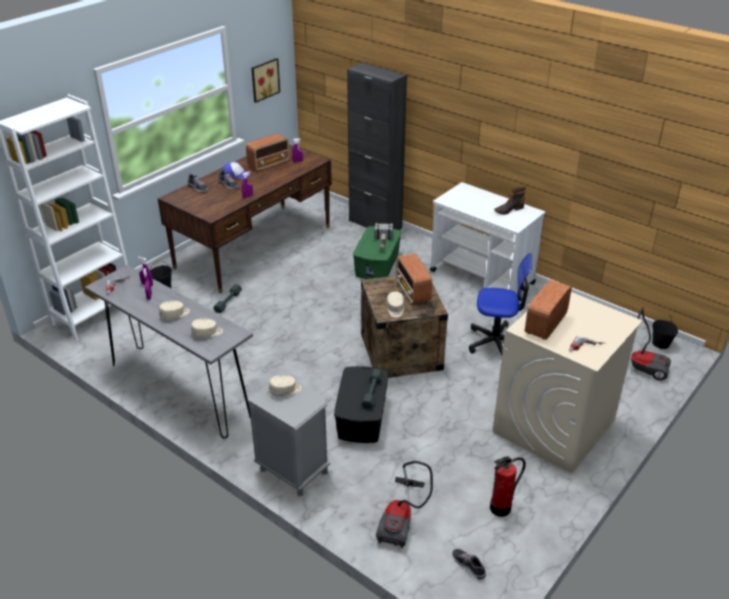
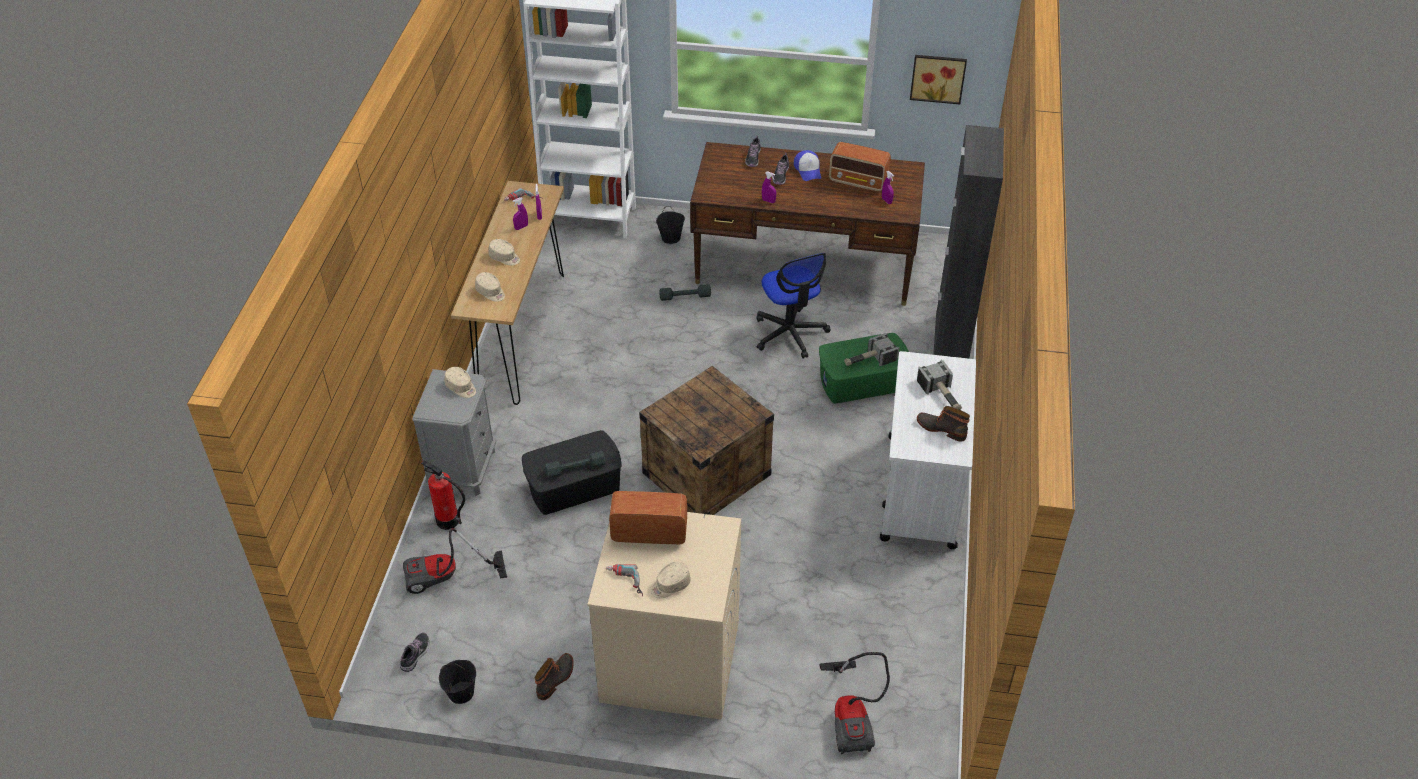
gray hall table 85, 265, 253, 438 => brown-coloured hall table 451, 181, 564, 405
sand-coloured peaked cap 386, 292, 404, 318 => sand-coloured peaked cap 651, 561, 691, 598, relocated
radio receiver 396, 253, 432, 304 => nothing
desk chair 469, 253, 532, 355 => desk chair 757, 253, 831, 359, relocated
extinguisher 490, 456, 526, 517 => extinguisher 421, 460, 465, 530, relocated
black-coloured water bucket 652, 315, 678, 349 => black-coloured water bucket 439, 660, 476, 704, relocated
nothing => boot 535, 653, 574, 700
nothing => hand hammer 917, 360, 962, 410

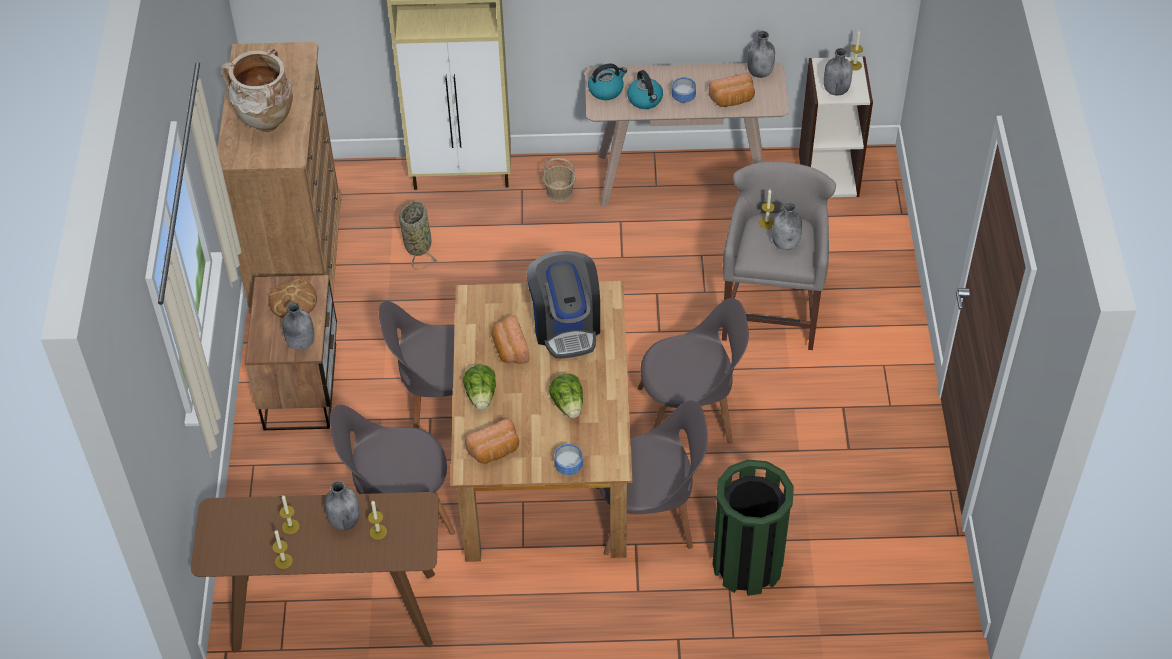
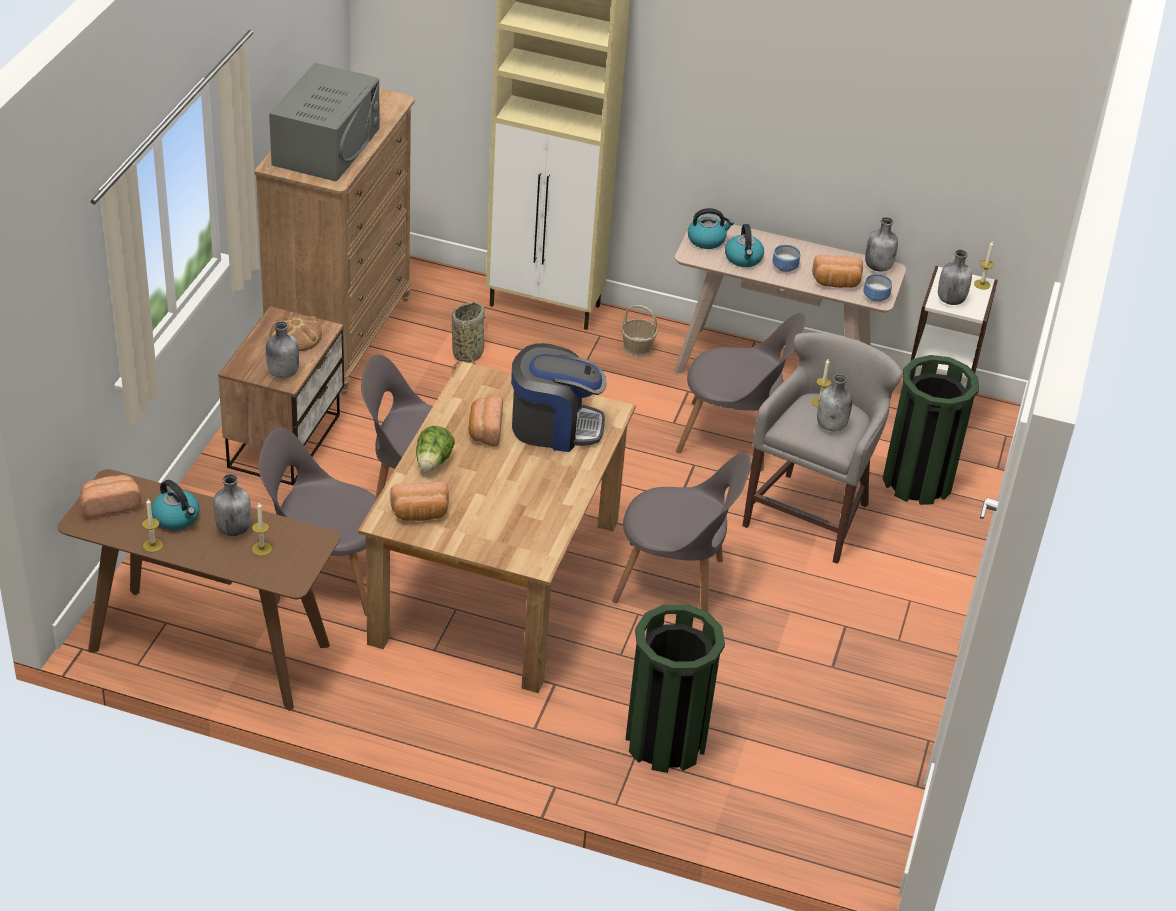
sand-coloured vase 221, 49, 293, 132 => gray microwave oven 269, 63, 379, 181
wax light 280, 495, 300, 534 => kettle 151, 480, 199, 530
coffee maker 526, 251, 600, 358 => coffee maker 511, 343, 607, 452, 90 degrees counterclockwise
lettuce head 549, 373, 583, 418 => nothing
deep dish 554, 444, 583, 475 => deep dish 863, 274, 892, 302, relocated
gray chair 597, 400, 708, 555 => gray chair 676, 313, 806, 471, relocated
nothing => bakery bread 80, 475, 142, 518
nothing => green waste bin 883, 355, 979, 505

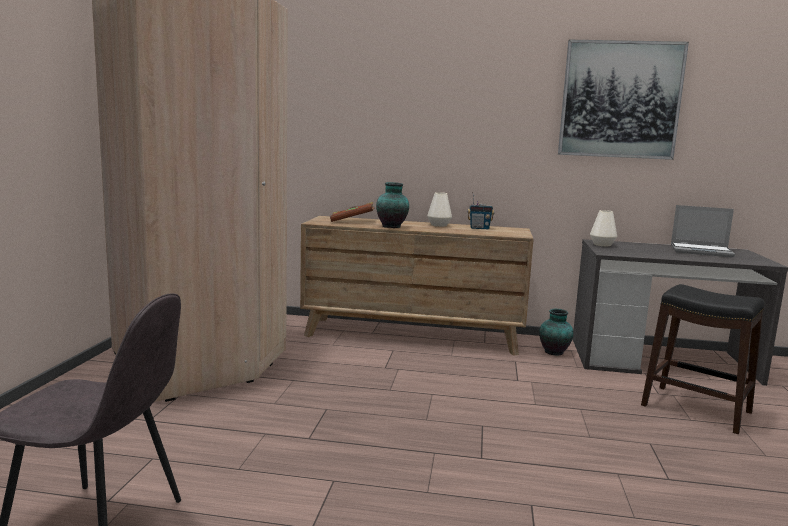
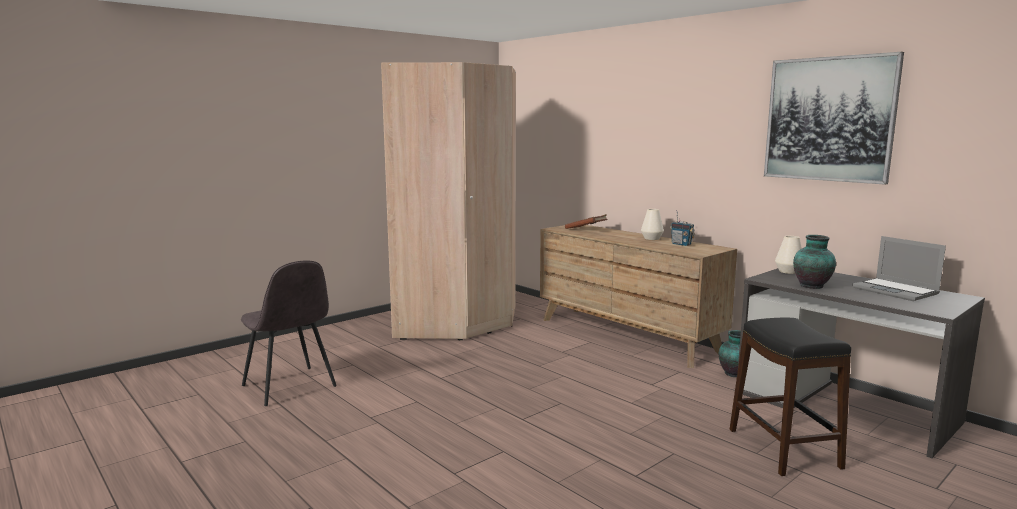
vase 376, 182, 409, 228 => vase 793, 235, 836, 289, relocated

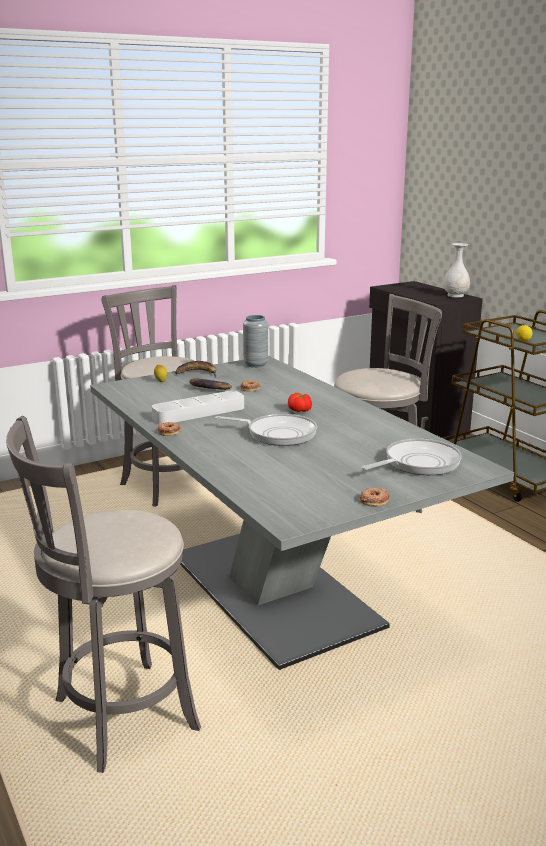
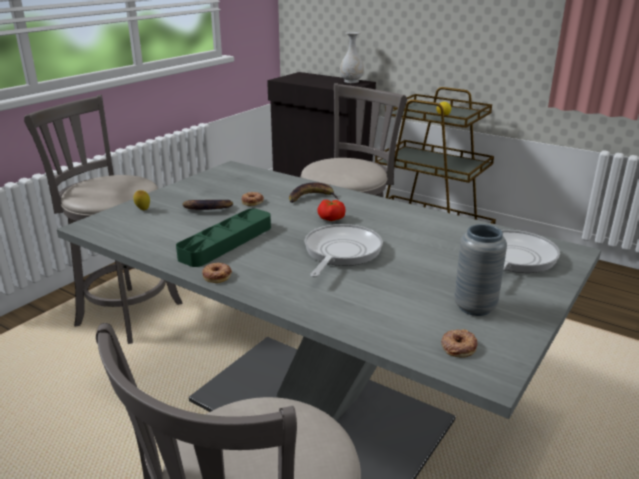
gray tray 152, 391, 244, 424 => green tray 176, 208, 271, 267
banana 175, 361, 216, 377 => banana 289, 182, 340, 203, relocated
skillet 215, 414, 317, 446 => skillet 304, 224, 383, 277, 60 degrees counterclockwise
gray vase 243, 315, 268, 368 => gray vase 454, 224, 507, 316, relocated
doughnut 360, 487, 390, 506 => doughnut 441, 329, 478, 358, relocated

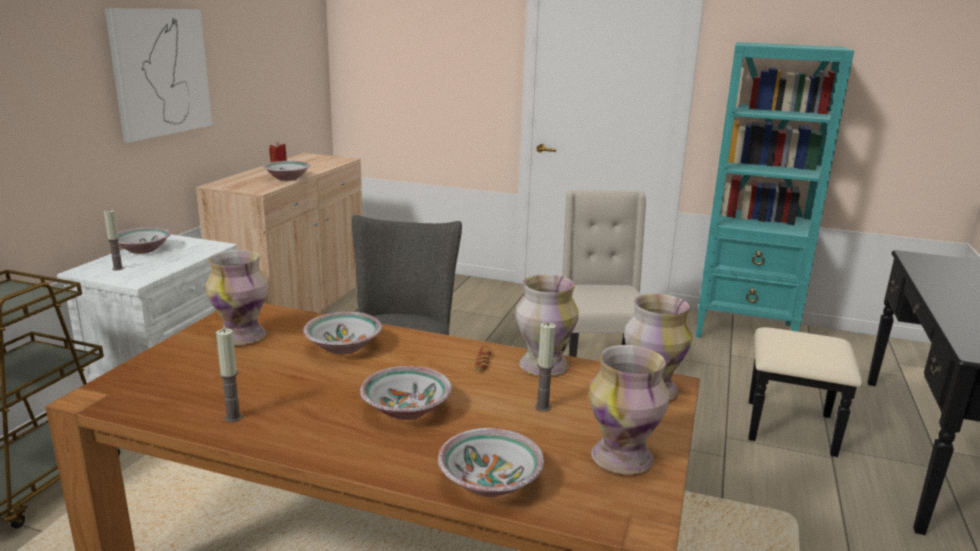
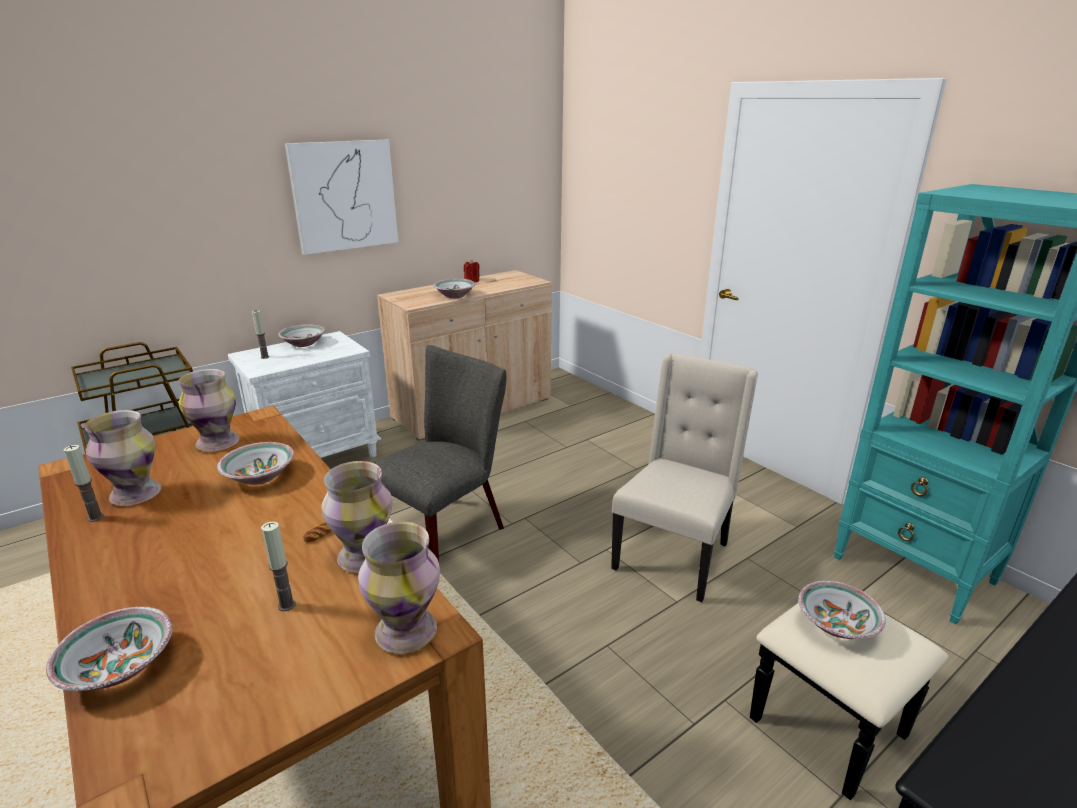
deep dish 360, 366, 452, 420 => deep dish 798, 581, 886, 639, relocated
vase 589, 345, 669, 474 => vase 84, 410, 162, 506, relocated

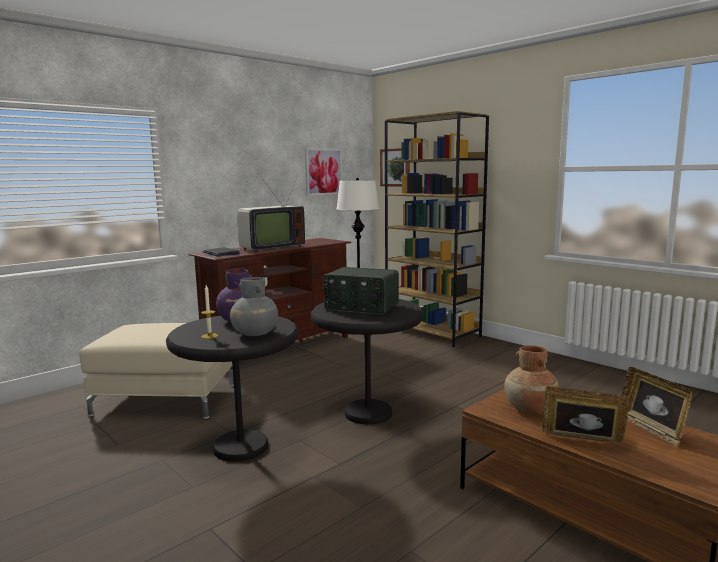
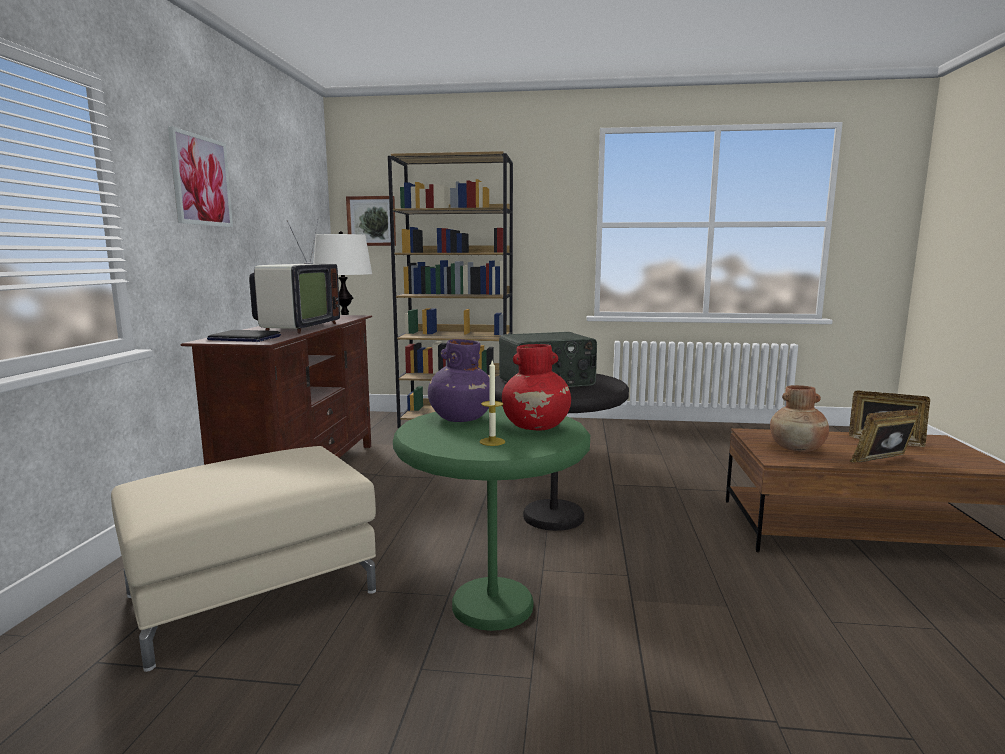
black-coloured side table 166, 316, 299, 462 => green side table 393, 406, 590, 631
gray vase 230, 277, 278, 336 => red vase 502, 344, 571, 430
wall art 305, 148, 342, 196 => wall art 168, 126, 233, 227, relocated

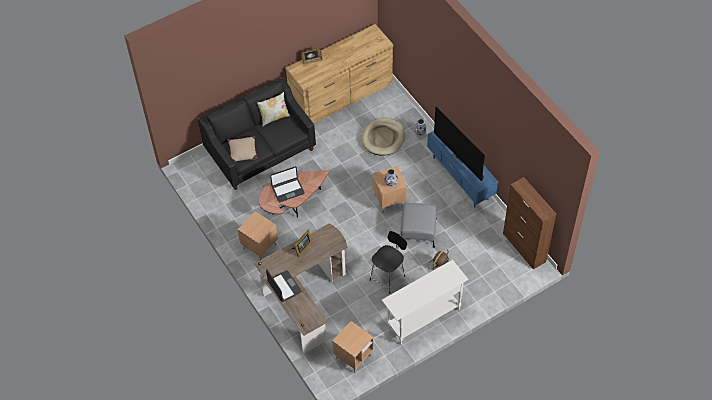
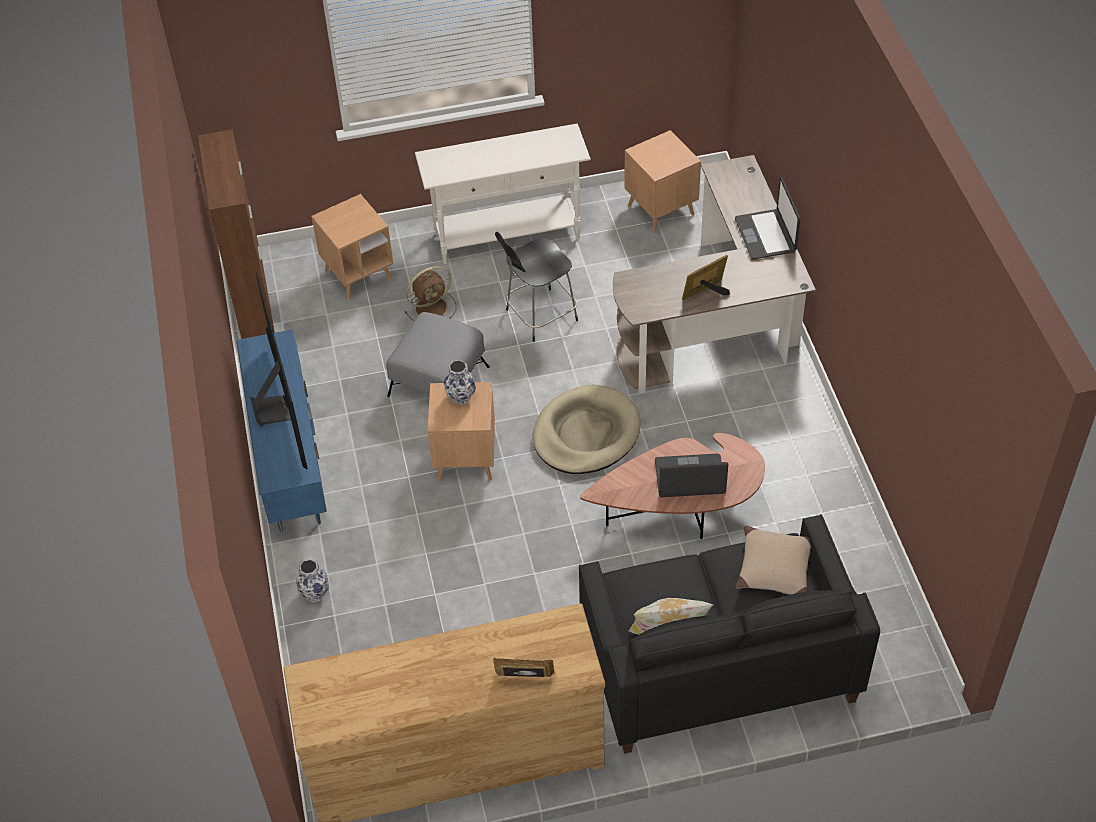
brown-coloured side table 238, 211, 278, 260 => brown-coloured side table 311, 194, 393, 300, relocated
sand-coloured pet bed 361, 118, 405, 156 => sand-coloured pet bed 533, 385, 640, 474, relocated

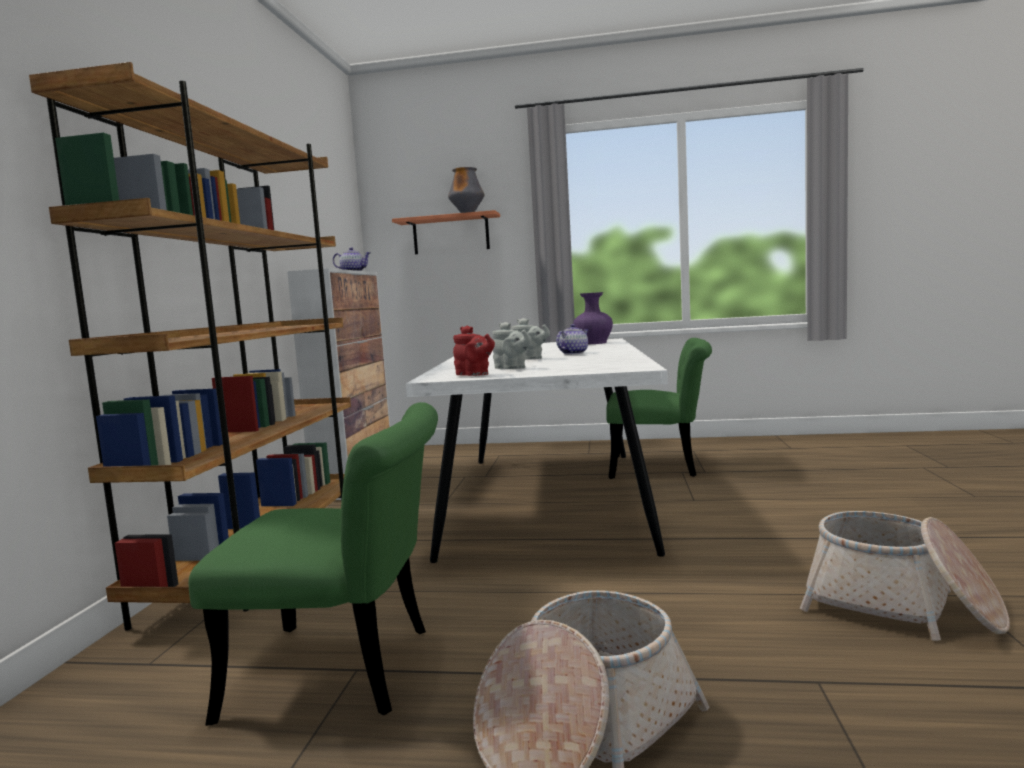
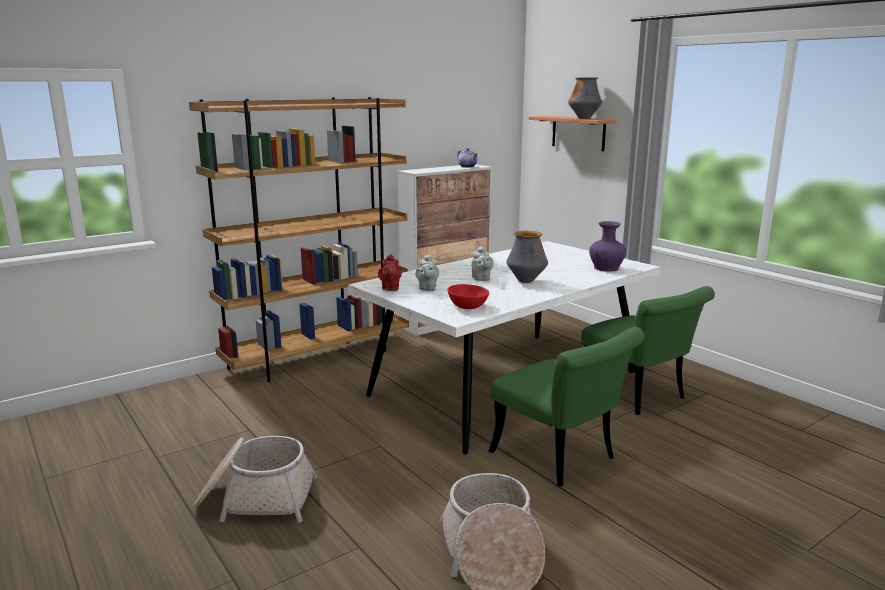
green chair 189, 402, 438, 726 => green chair 488, 327, 645, 486, relocated
pot for tea 556, 324, 588, 354 => vase 506, 231, 548, 283
nothing => red deep dish 448, 284, 489, 309

